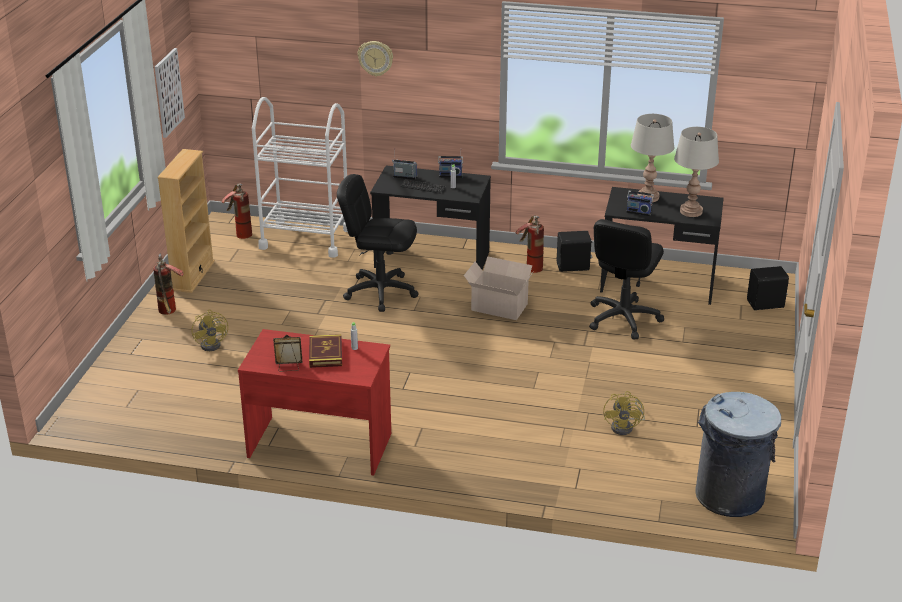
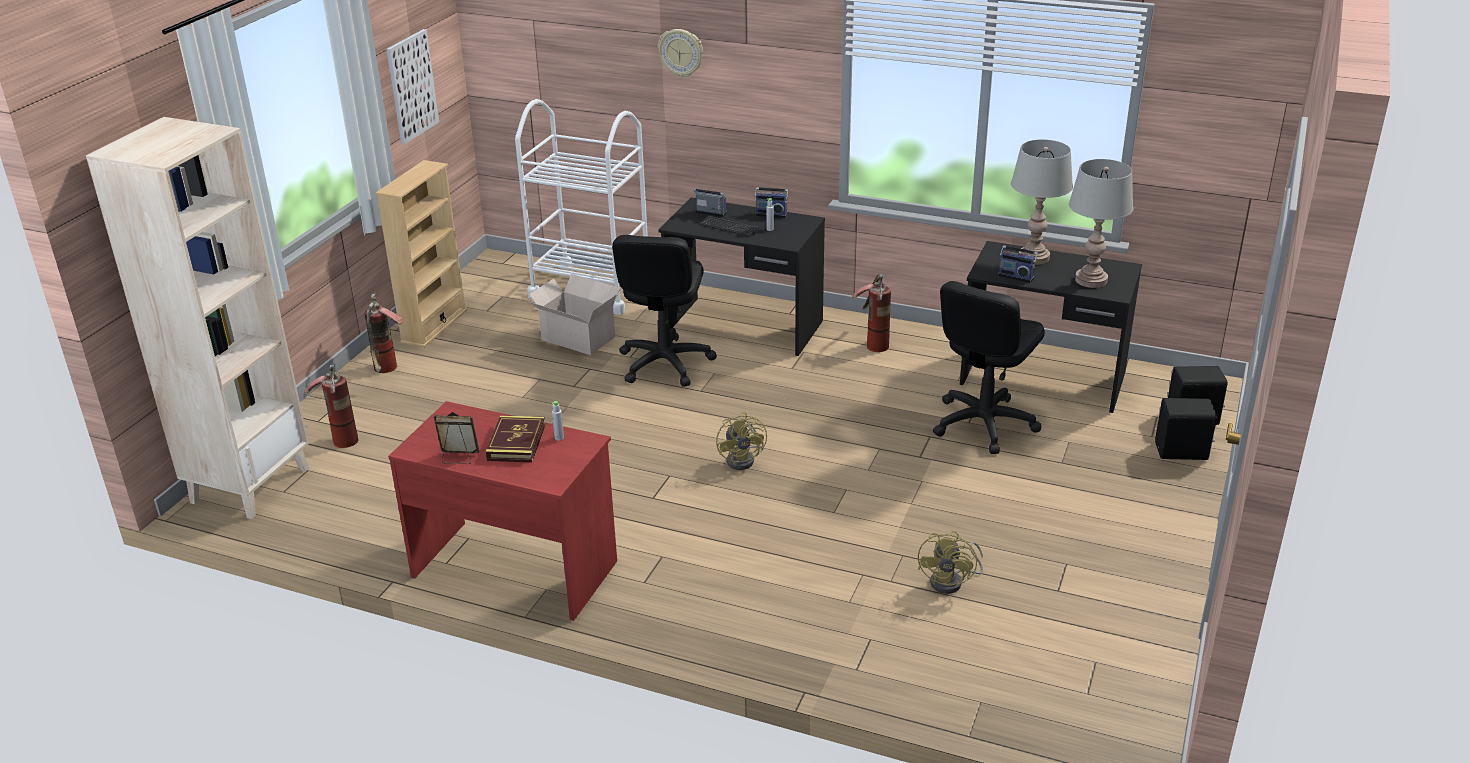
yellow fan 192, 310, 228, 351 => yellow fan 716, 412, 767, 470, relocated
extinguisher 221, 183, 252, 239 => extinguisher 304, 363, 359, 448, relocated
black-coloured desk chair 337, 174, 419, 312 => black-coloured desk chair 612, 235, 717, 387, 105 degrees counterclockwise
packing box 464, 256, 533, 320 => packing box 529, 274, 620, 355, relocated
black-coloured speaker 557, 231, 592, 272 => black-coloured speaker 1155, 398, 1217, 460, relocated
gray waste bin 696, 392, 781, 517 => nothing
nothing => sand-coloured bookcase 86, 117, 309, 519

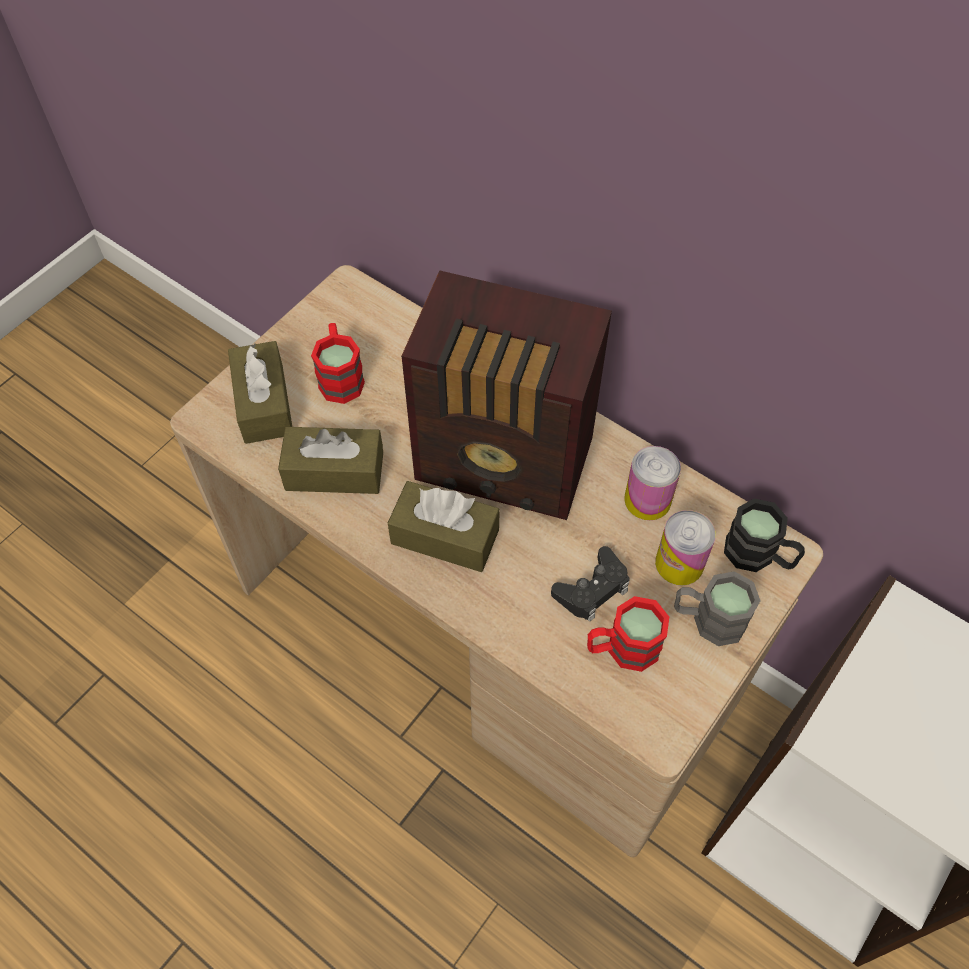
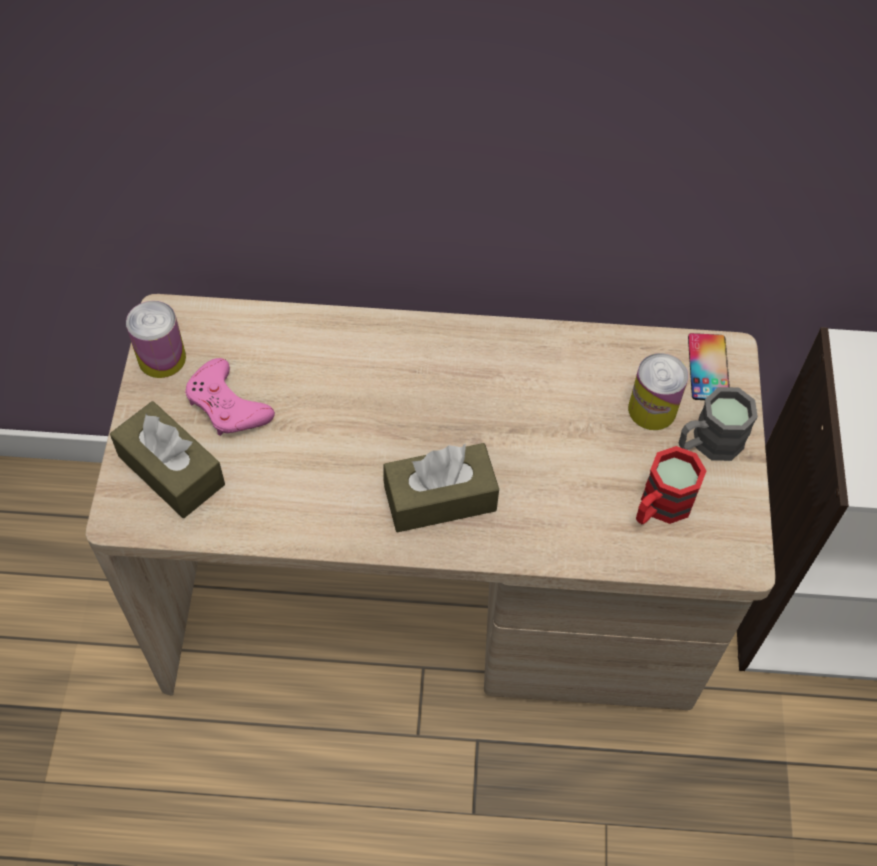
brown-coloured box of tissues 278, 427, 383, 494 => nothing
red coffee mug 311, 323, 365, 404 => pinkish gamepad 185, 358, 275, 436
radio receiver 402, 270, 612, 520 => nothing
black-coloured gamepad 551, 546, 630, 622 => nothing
can 624, 446, 681, 520 => can 126, 301, 186, 378, relocated
black-coloured coffee mug 724, 499, 805, 572 => handset 688, 333, 730, 400

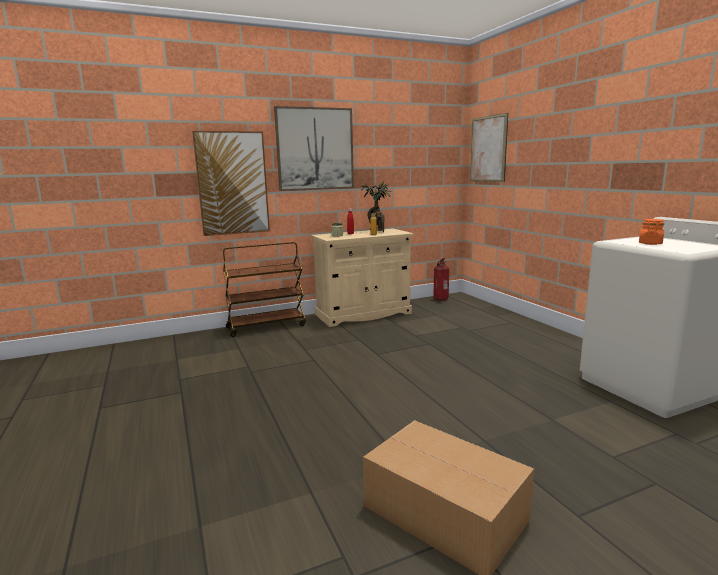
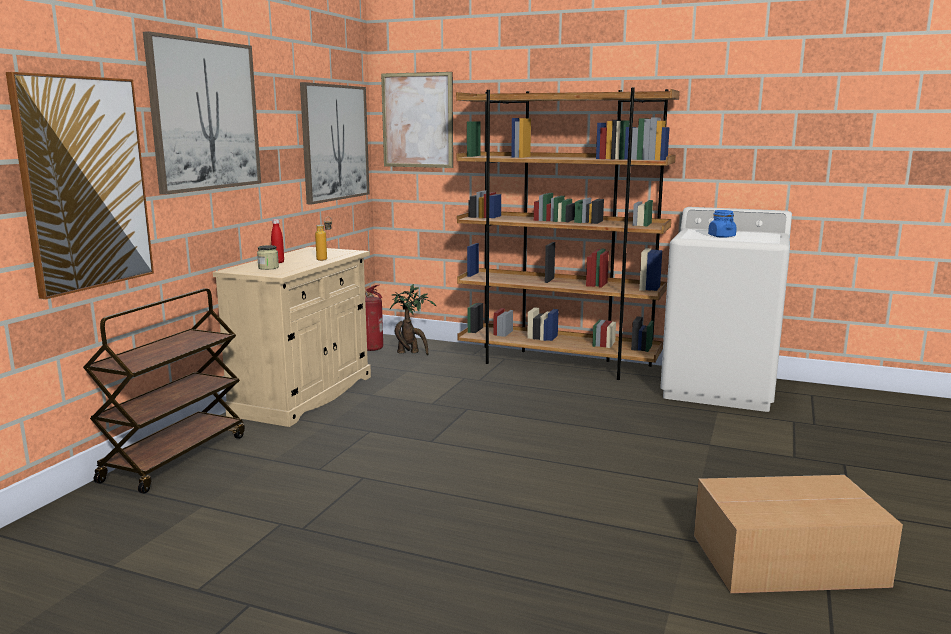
plant in a pot 361, 181, 391, 233 => plant in a pot 390, 284, 436, 355, relocated
orange storage jar 639, 219, 664, 245 => bluish storage jar 708, 210, 737, 238
nothing => wall art 300, 82, 370, 205
nothing => brown-coloured bookcase 456, 87, 680, 380

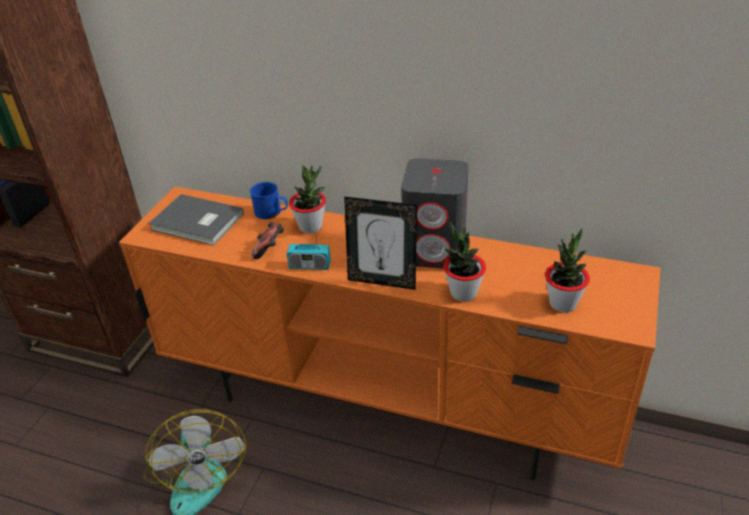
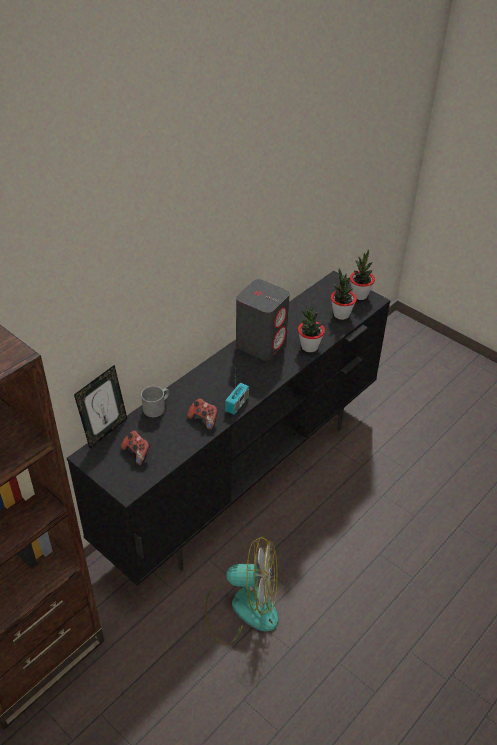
orange tv stand 119, 187, 661, 480 => black-coloured tv stand 67, 271, 390, 586
gray bound book 148, 194, 243, 246 => gamepad 121, 430, 151, 465
bluish coffee mug 250, 182, 288, 219 => gray coffee mug 141, 386, 169, 417
plant in a pot 289, 165, 326, 233 => plant in a pot 350, 249, 375, 300, relocated
photo frame 344, 196, 417, 290 => photo frame 74, 365, 127, 449, relocated

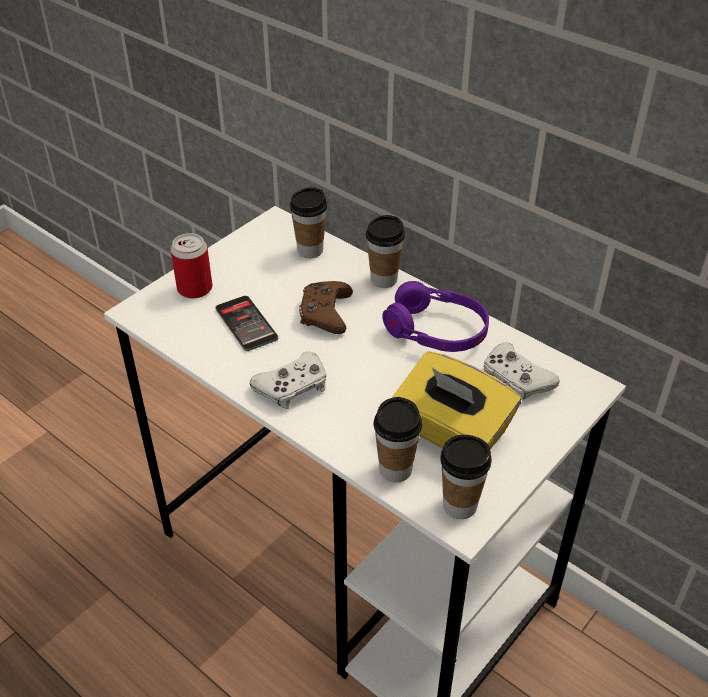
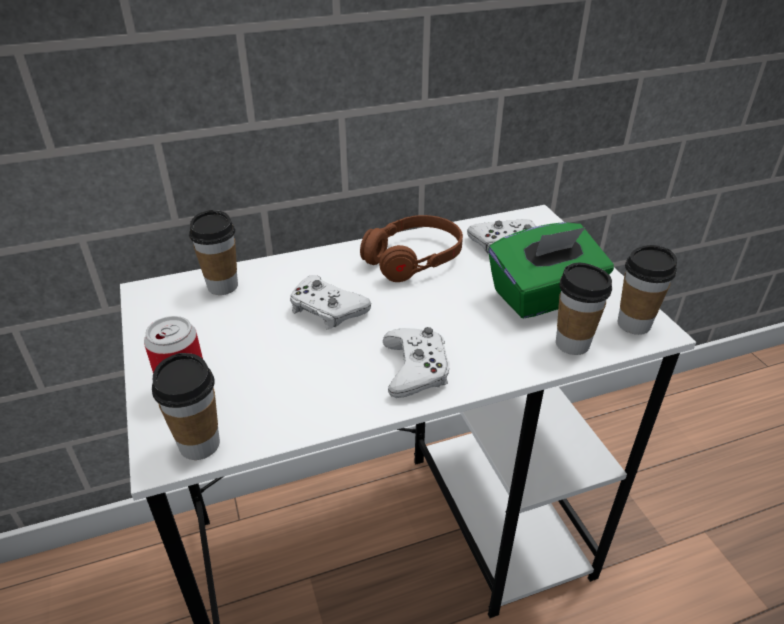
handset 215, 296, 278, 351 => nothing
brown-coloured gamepad 299, 281, 353, 334 => white gamepad 290, 275, 371, 330
cup 366, 215, 405, 288 => cup 152, 353, 220, 460, relocated
purplish pair of headphones 382, 281, 489, 352 => brown-coloured pair of headphones 360, 215, 463, 282
yellow box of tissues 393, 352, 521, 449 => green box of tissues 488, 222, 614, 318

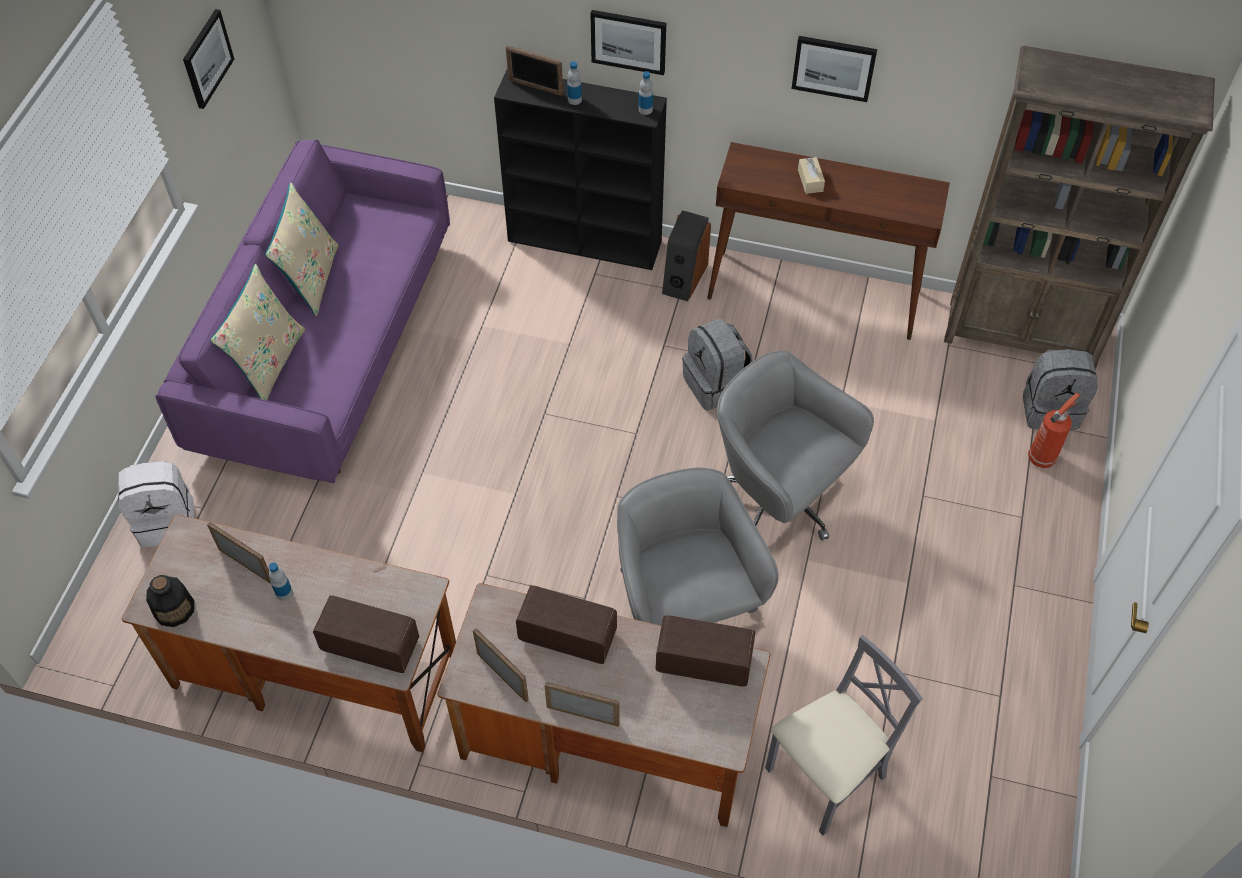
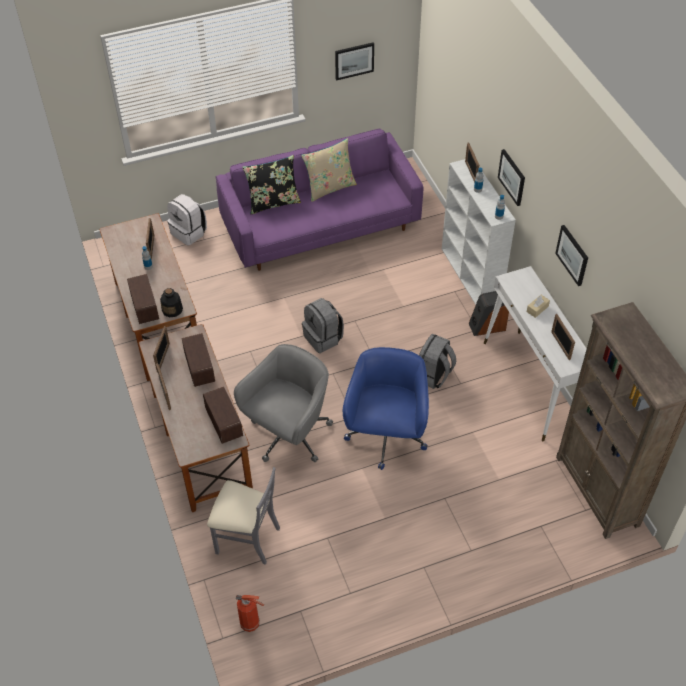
drink bottle 146, 575, 194, 627 => drink bottle 160, 288, 183, 317, relocated
sand-coloured throw pillow 210, 264, 305, 400 => black-coloured throw pillow 242, 155, 301, 215
black-coloured bookcase 494, 69, 667, 270 => white bookcase 442, 159, 516, 305
brown-coloured hall table 707, 142, 950, 340 => white hall table 484, 266, 587, 441
gray desk chair 717, 350, 874, 541 => bluish desk chair 343, 347, 429, 470
gray rucksack 1023, 349, 1098, 430 => gray rucksack 302, 298, 344, 353, relocated
extinguisher 1028, 392, 1080, 468 => extinguisher 236, 595, 264, 632, relocated
nothing => photo frame 551, 314, 575, 360

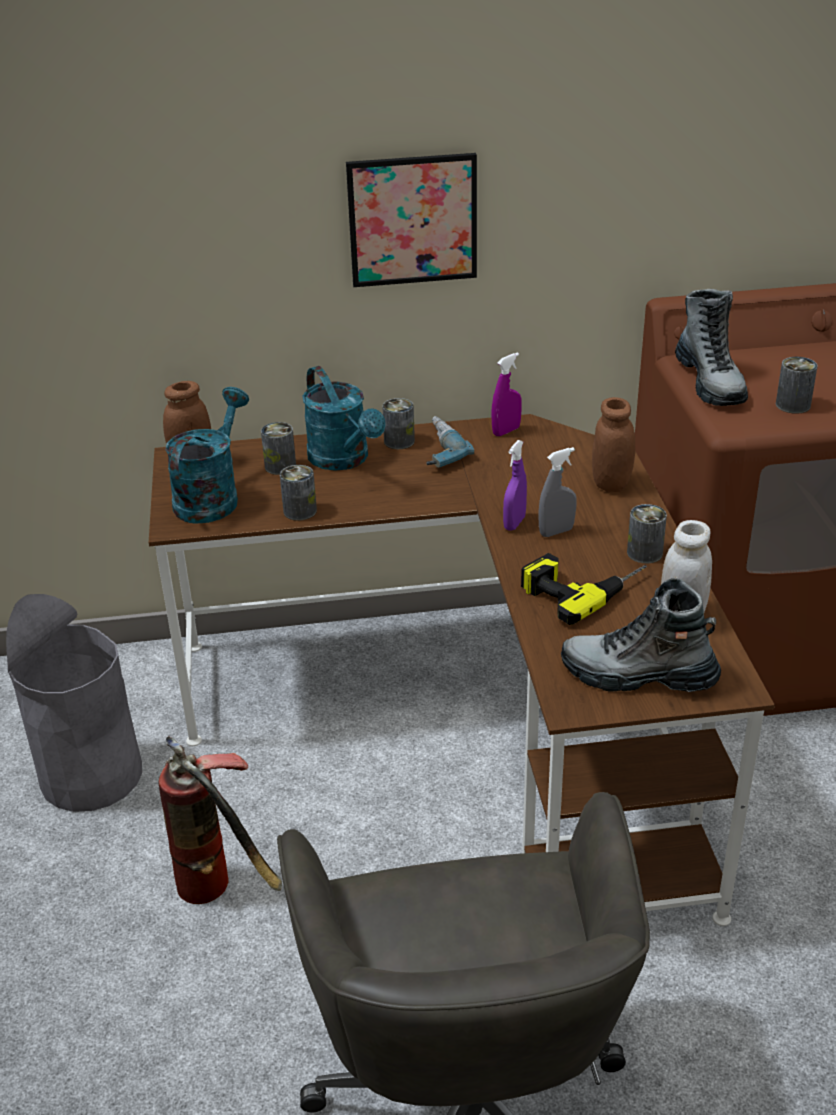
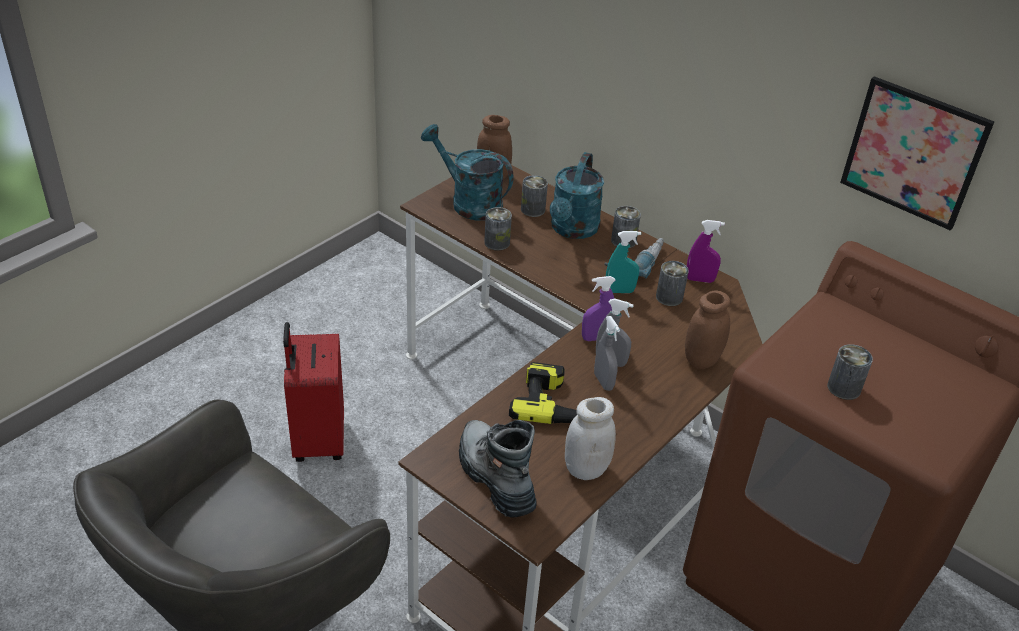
gray waste bin 6, 594, 142, 812 => nothing
extinguisher 158, 736, 282, 904 => red piece of luggage 283, 322, 344, 462
turquoise sprinkling can 165, 387, 249, 524 => turquoise sprinkling can 421, 124, 514, 221, 120 degrees counterclockwise
wall art 346, 153, 477, 287 => wall art 840, 76, 994, 231, relocated
can 627, 504, 667, 564 => can 656, 261, 689, 306, relocated
boot 675, 289, 748, 406 => nothing
nothing => gray hand sprayer 594, 316, 620, 391
nothing => turquoise hand sprayer 606, 231, 641, 293

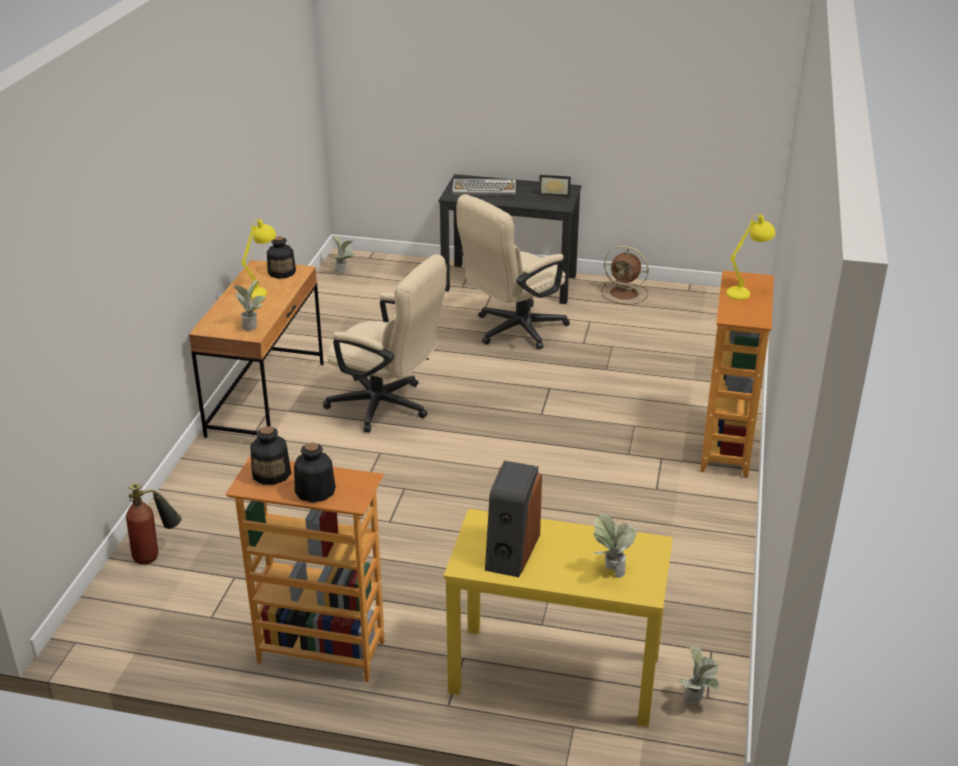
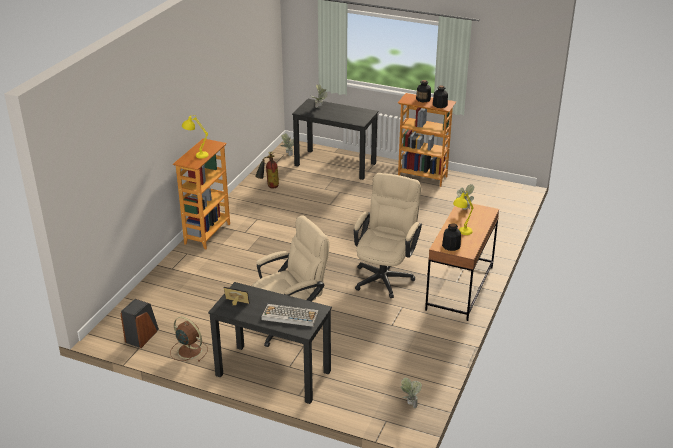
extinguisher 126, 483, 181, 564 => extinguisher 255, 152, 279, 189, relocated
sand-coloured desk chair 323, 254, 447, 433 => sand-coloured desk chair 354, 173, 422, 298, 75 degrees clockwise
yellow desk 444, 509, 673, 727 => black-coloured desk 292, 99, 378, 180
speaker 485, 461, 542, 577 => speaker 120, 299, 159, 348, relocated

